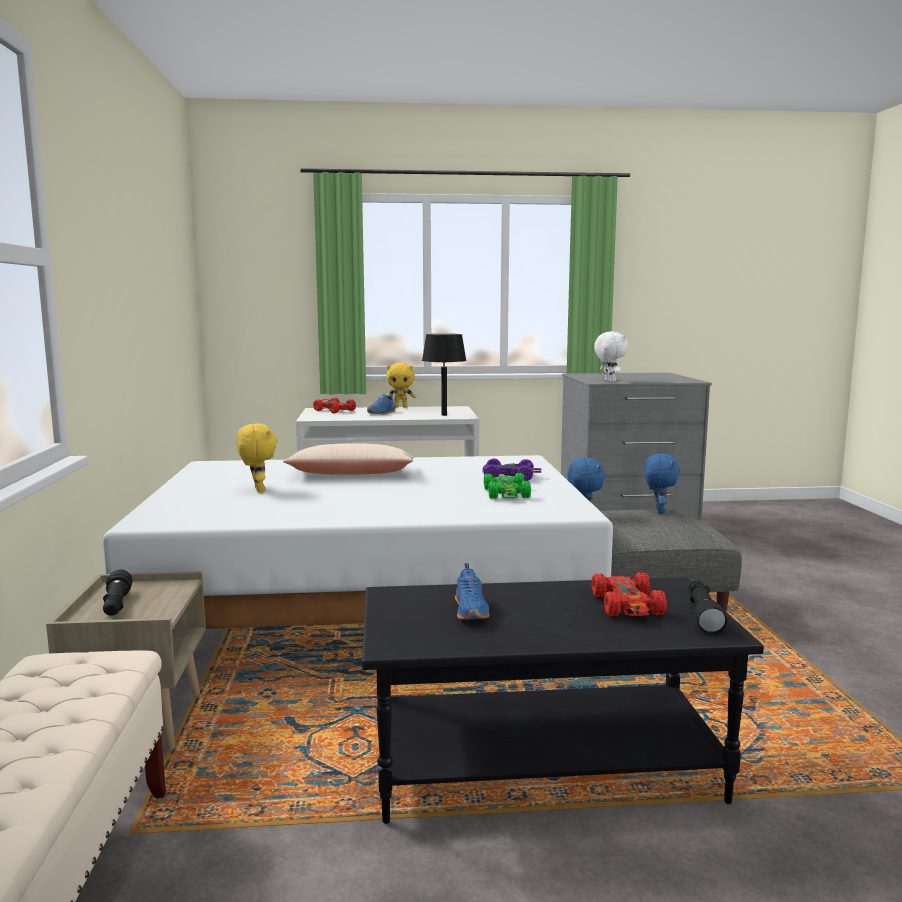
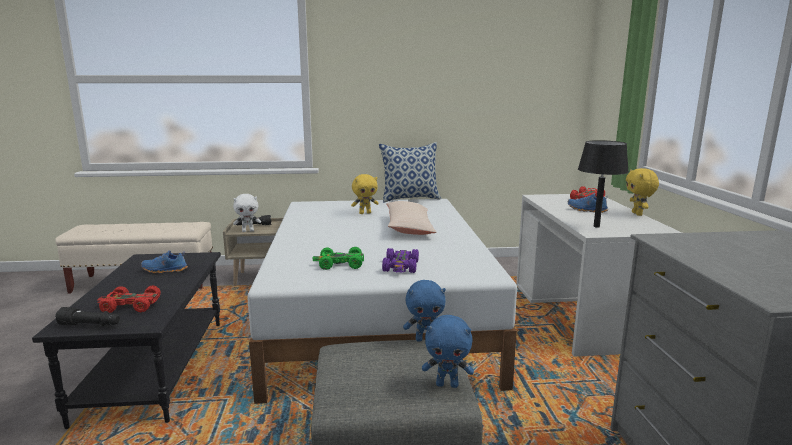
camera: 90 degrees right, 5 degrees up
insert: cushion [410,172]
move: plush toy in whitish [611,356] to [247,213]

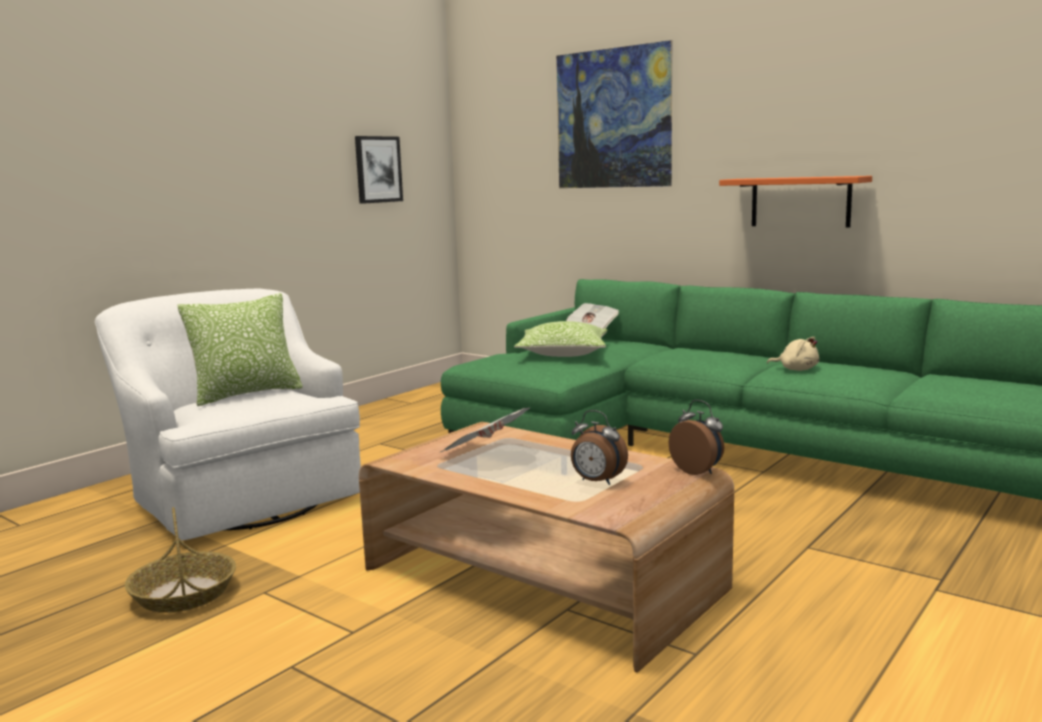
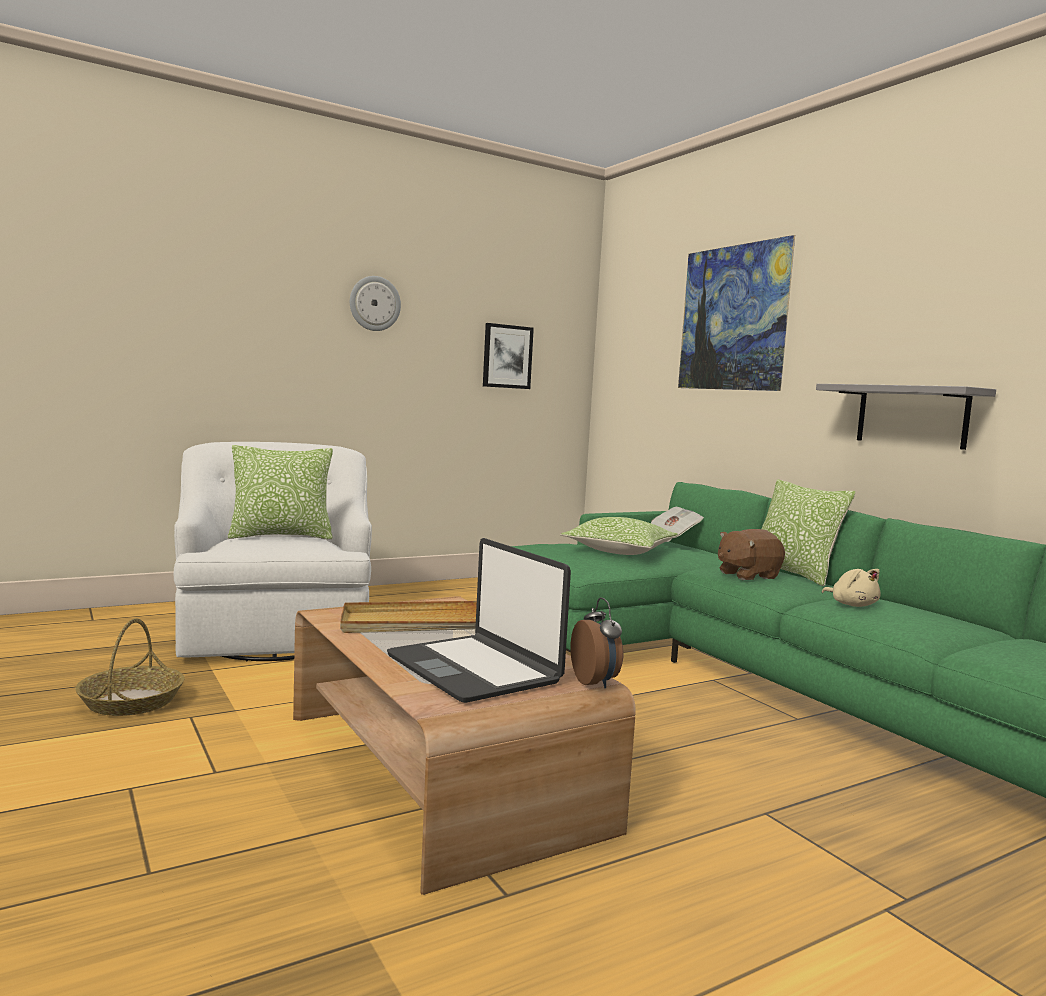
camera: 20 degrees right, 5 degrees down
insert: hanging clock [375,303]; cushion [808,532]; plush toy in brown [751,554]
replace: printed paper [485,430] to carrying tray in beige-coloured [408,617]; table clock [599,447] to portable computer [479,620]
recolor: bracket shelf in orange-coloured [795,202] to bracket shelf in greyish [906,417]

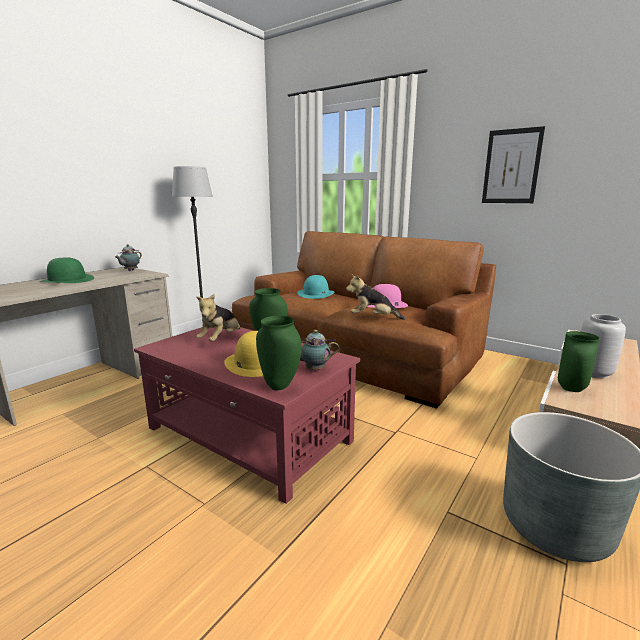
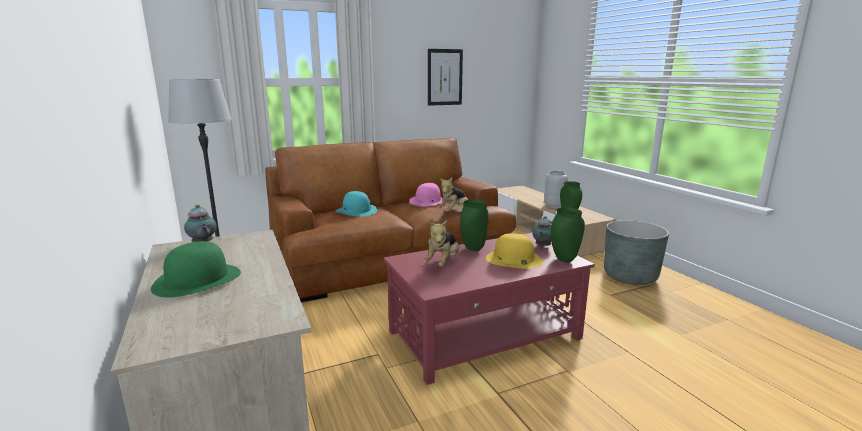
camera: 60 degrees left, 0 degrees up
rotate: plush toy [218,318] = [441,243] 60 degrees clockwise

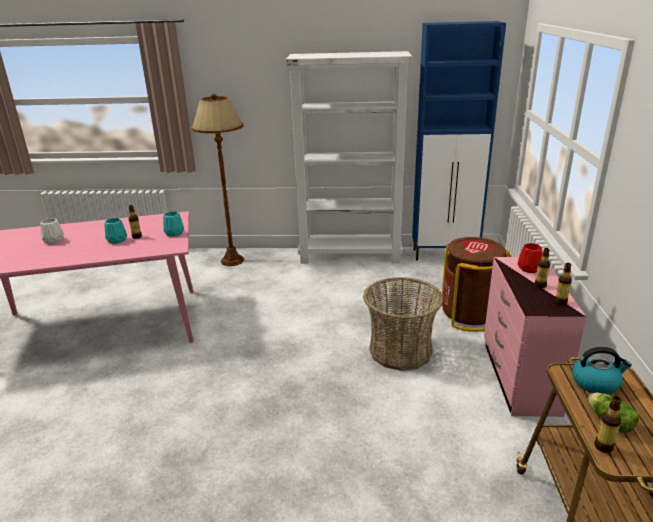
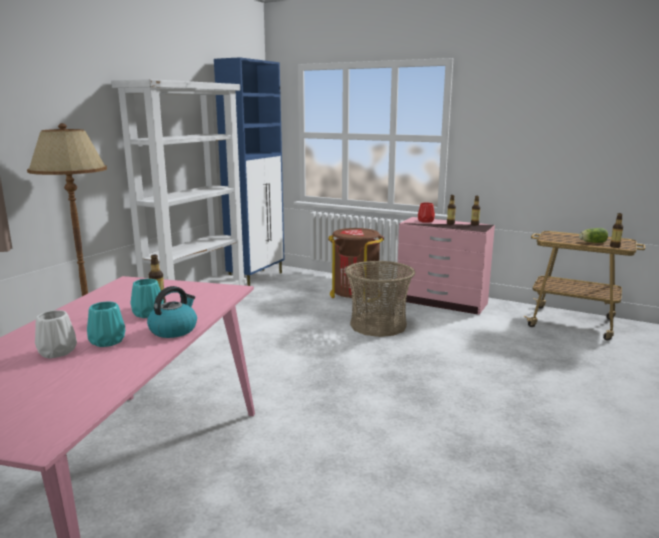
camera: 65 degrees left, 10 degrees down
move: decorative vase in turquoise-coloured [173,224] to [106,324]; tea kettle [602,370] to [172,312]

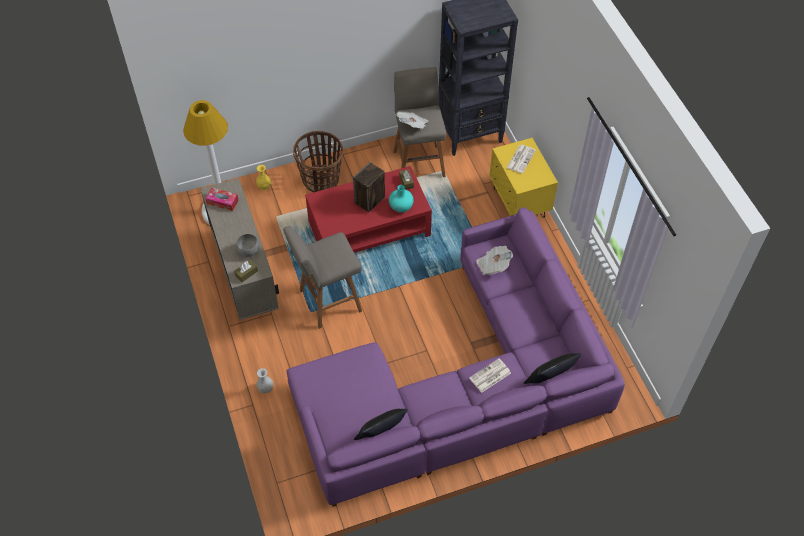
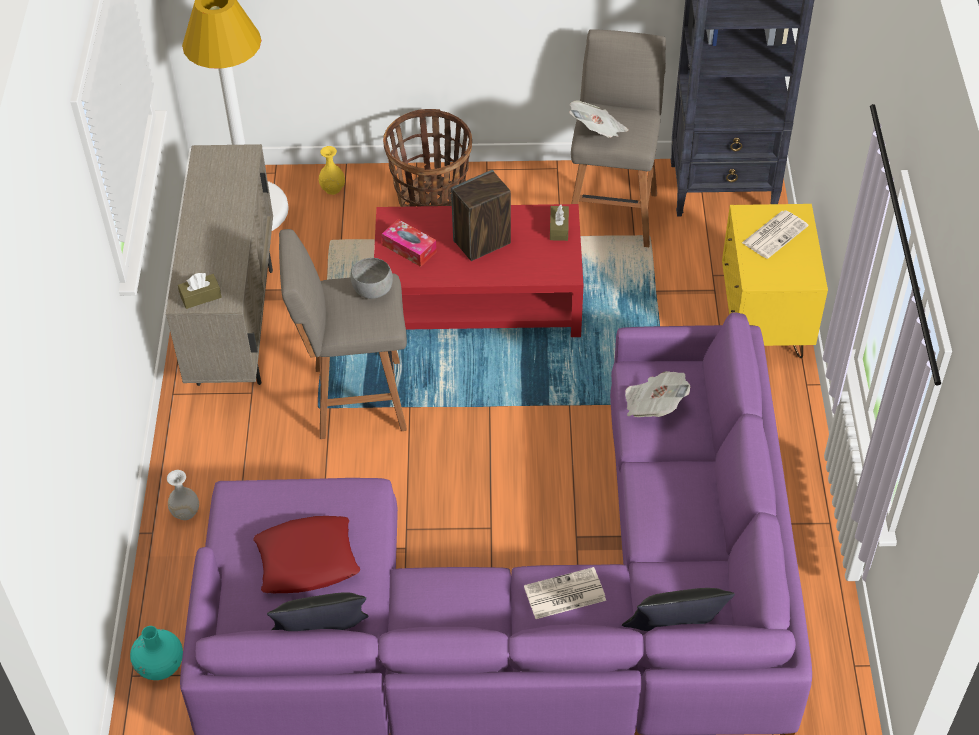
camera: 20 degrees right, 5 degrees down
insert: cushion in red-coloured [306,554]
move: decorative vase in turquoise-coloured [401,199] to [156,653]; tissue holder [221,199] to [409,243]; deep dish in greyish [248,245] to [372,278]

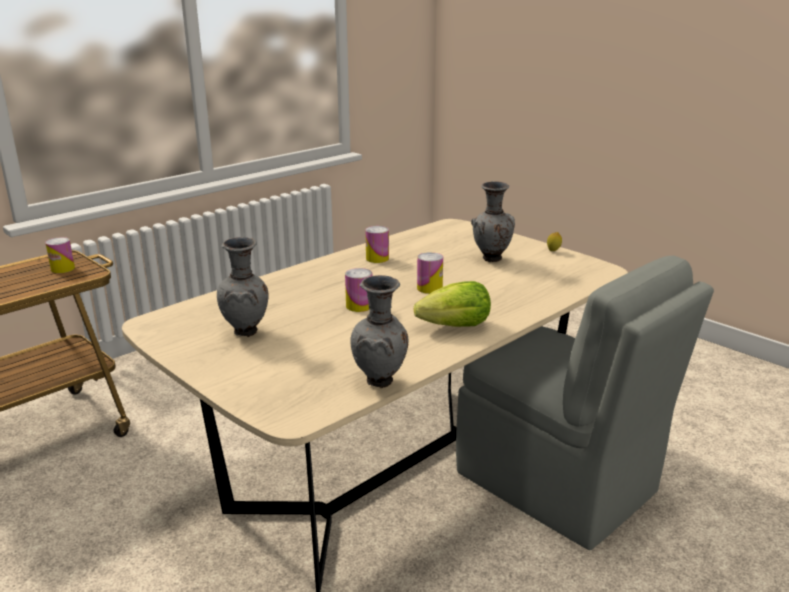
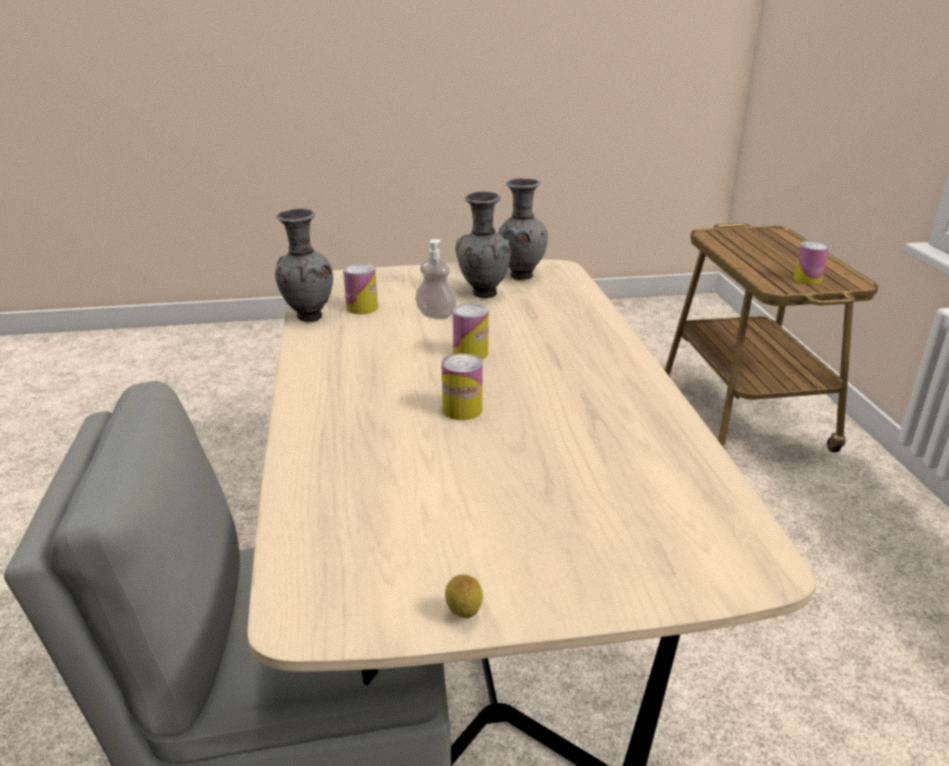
camera: 125 degrees right, 5 degrees up
delete: lettuce head [452,304]
insert: soap bottle [436,279]
move: decorative vase in greyish [493,221] to [523,229]; can [377,244] to [360,288]

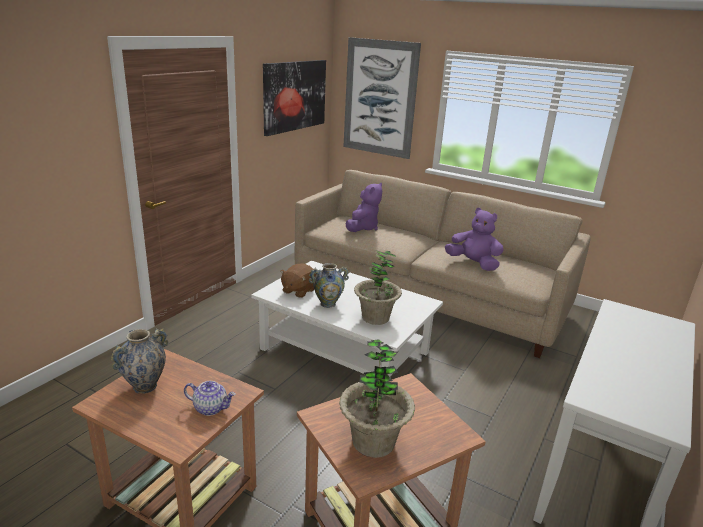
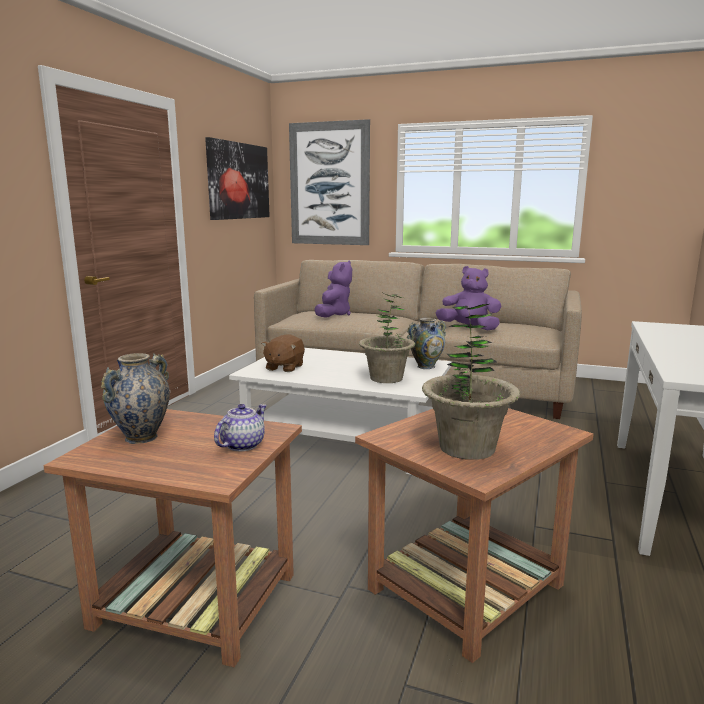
camera: 10 degrees left, 10 degrees down
move: decorative vase [329,285] to [426,343]
rotate: tea pot [209,398] = [240,427] 60 degrees counterclockwise

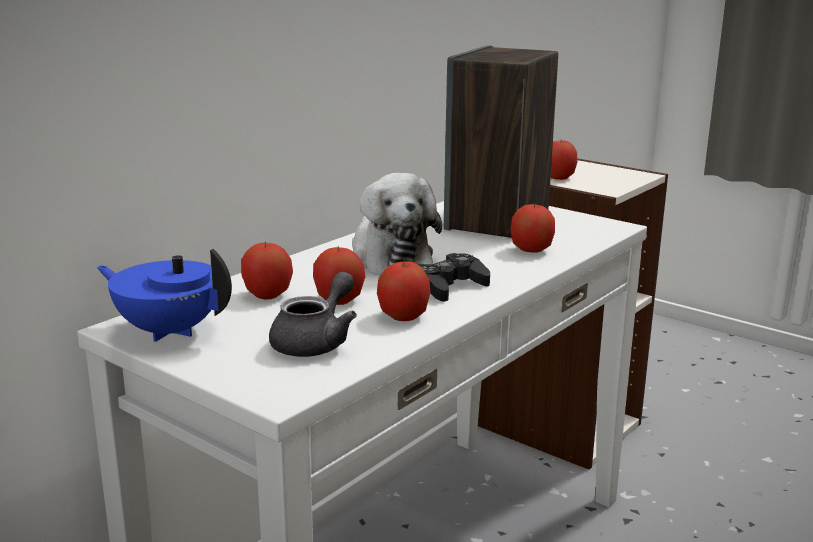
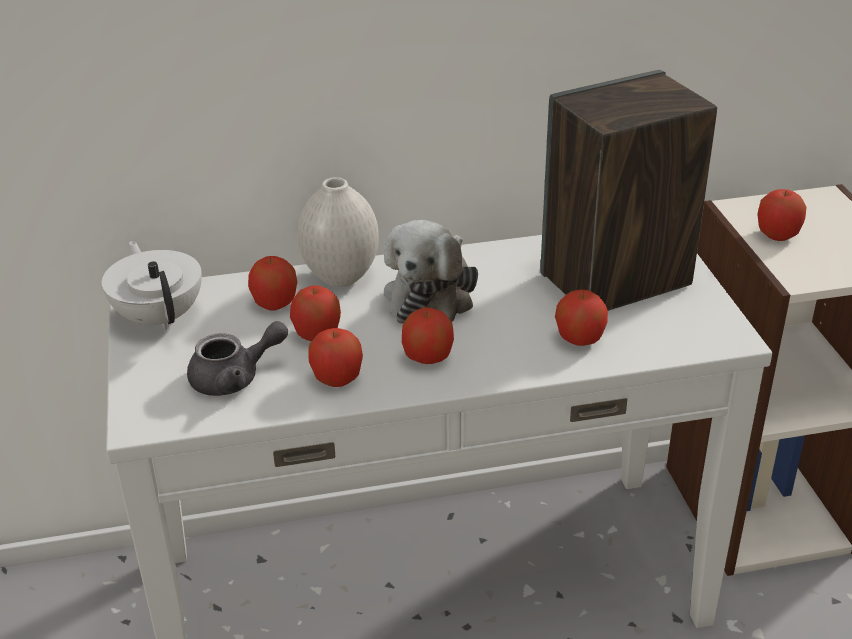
camera: 40 degrees right, 15 degrees up
insert: decorative vase in whitish [338,232]
replace: joypad in blackish [454,277] to whole apple [428,335]
recolor: tea pot in bluish [164,295] to tea pot in whitish [152,285]

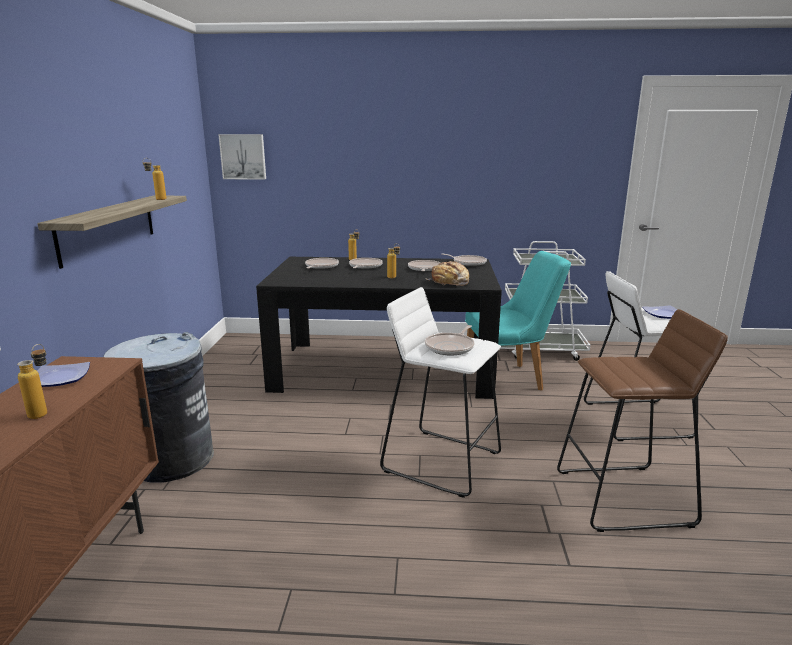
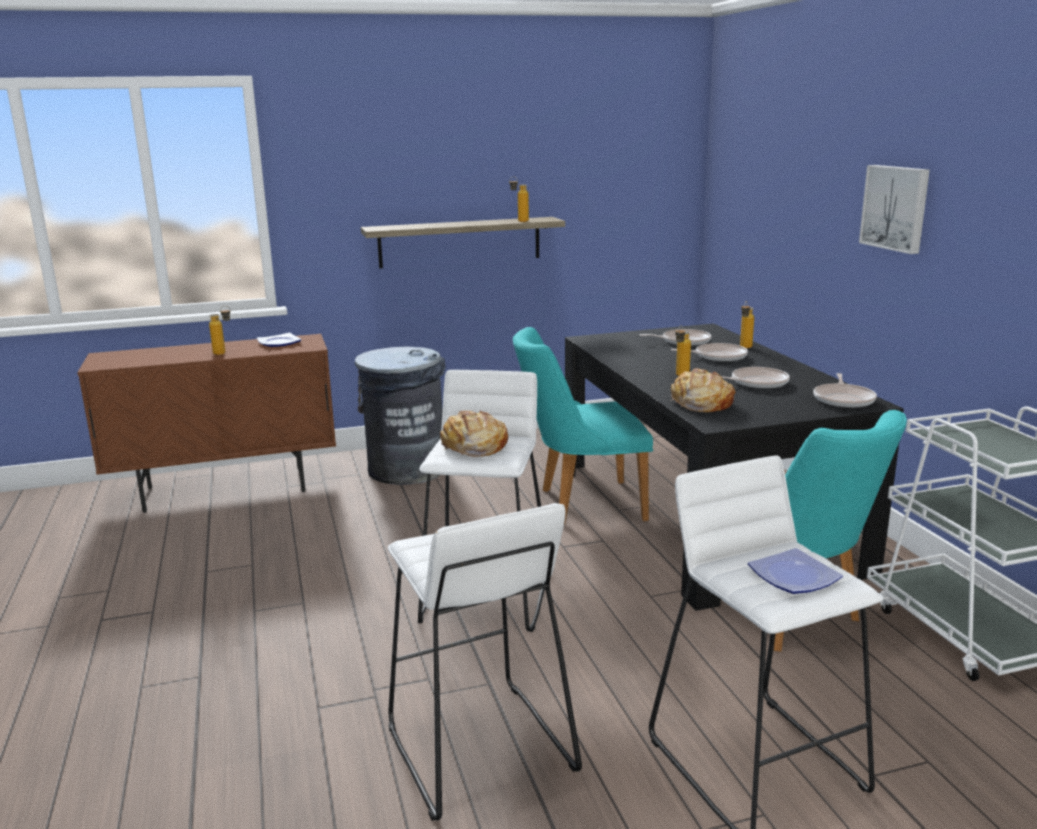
camera: 70 degrees right, 0 degrees up
insert: plain chair in turquoise-coloured [583,425]
move: wall picture [242,157] to [894,209]
replace: pan [450,340] to baked bread [474,434]
recolor: stool seat in brown [642,420] to stool seat in whitish [485,662]

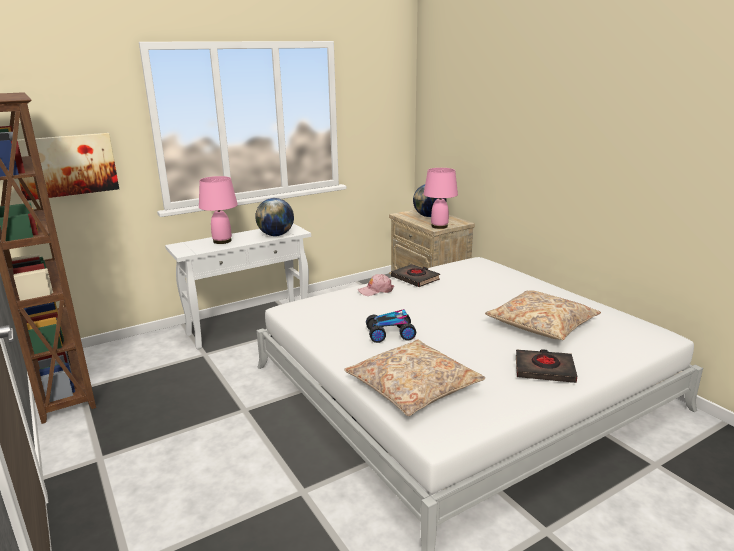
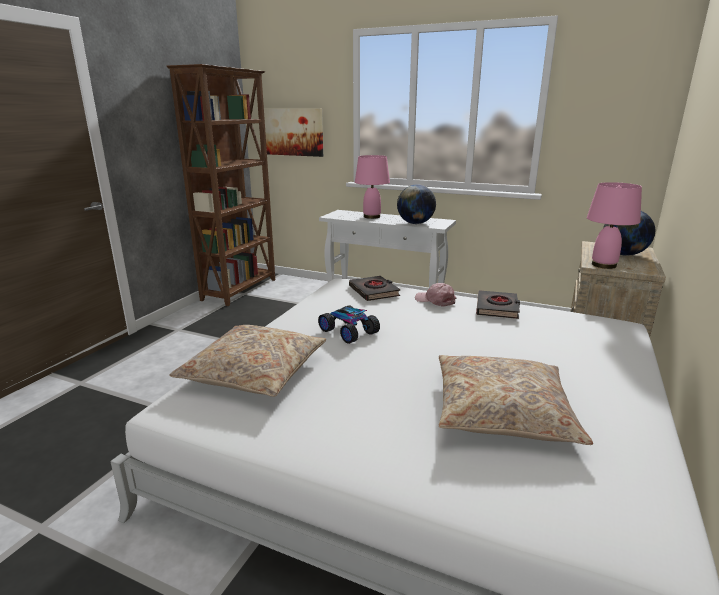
camera: 55 degrees right, 0 degrees up
move: bound book in blackish [546,366] to [374,288]

